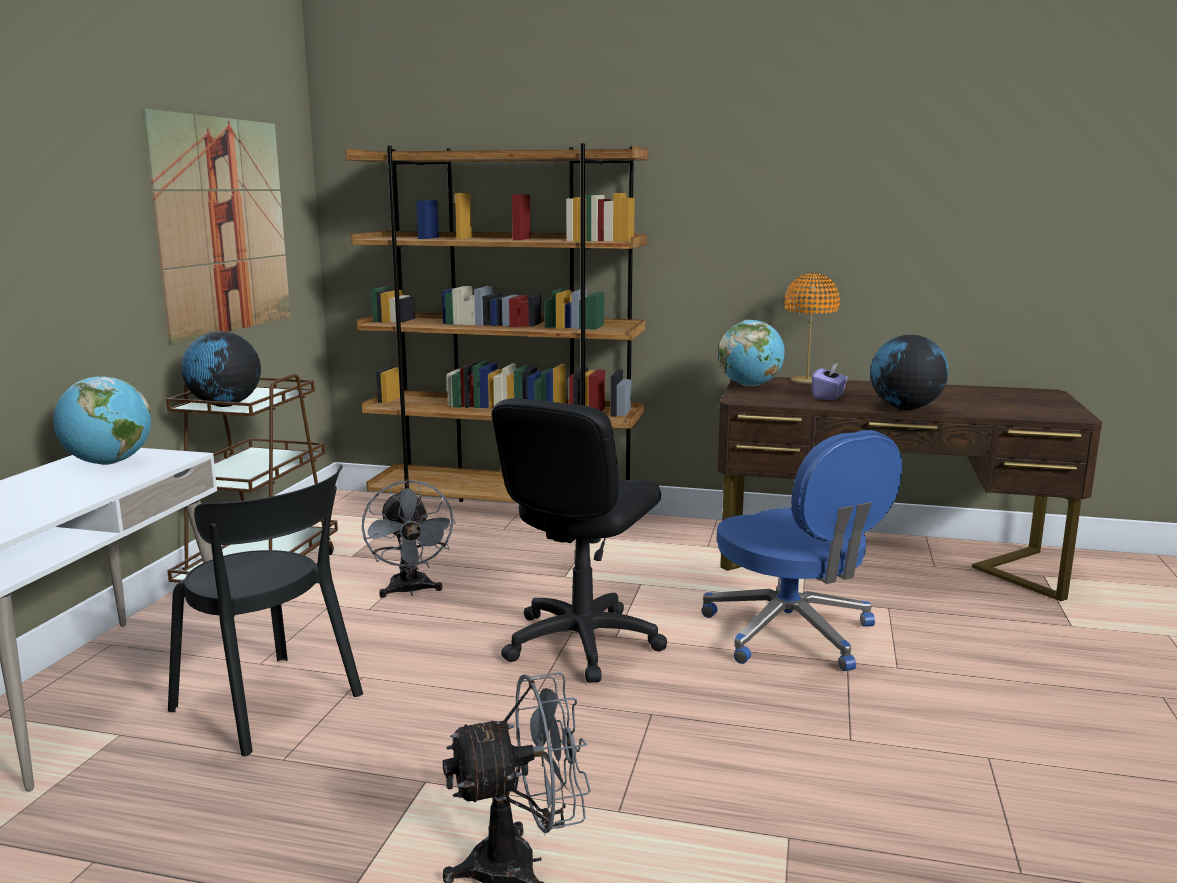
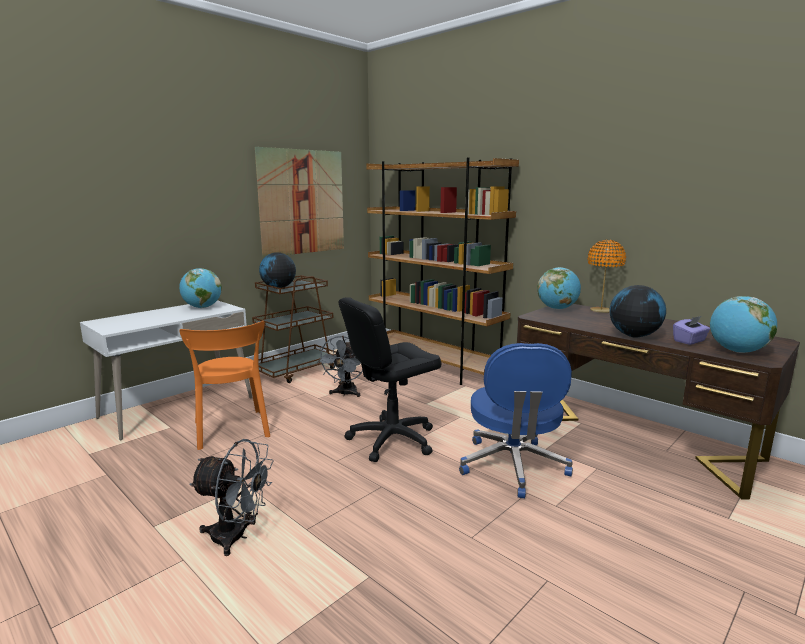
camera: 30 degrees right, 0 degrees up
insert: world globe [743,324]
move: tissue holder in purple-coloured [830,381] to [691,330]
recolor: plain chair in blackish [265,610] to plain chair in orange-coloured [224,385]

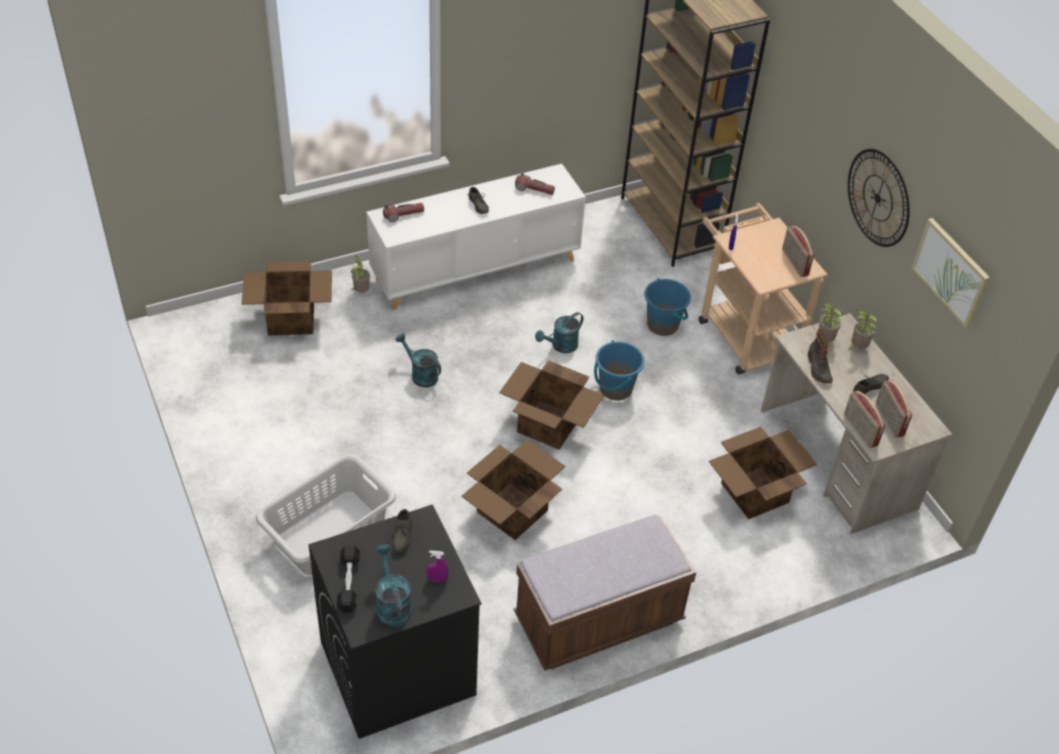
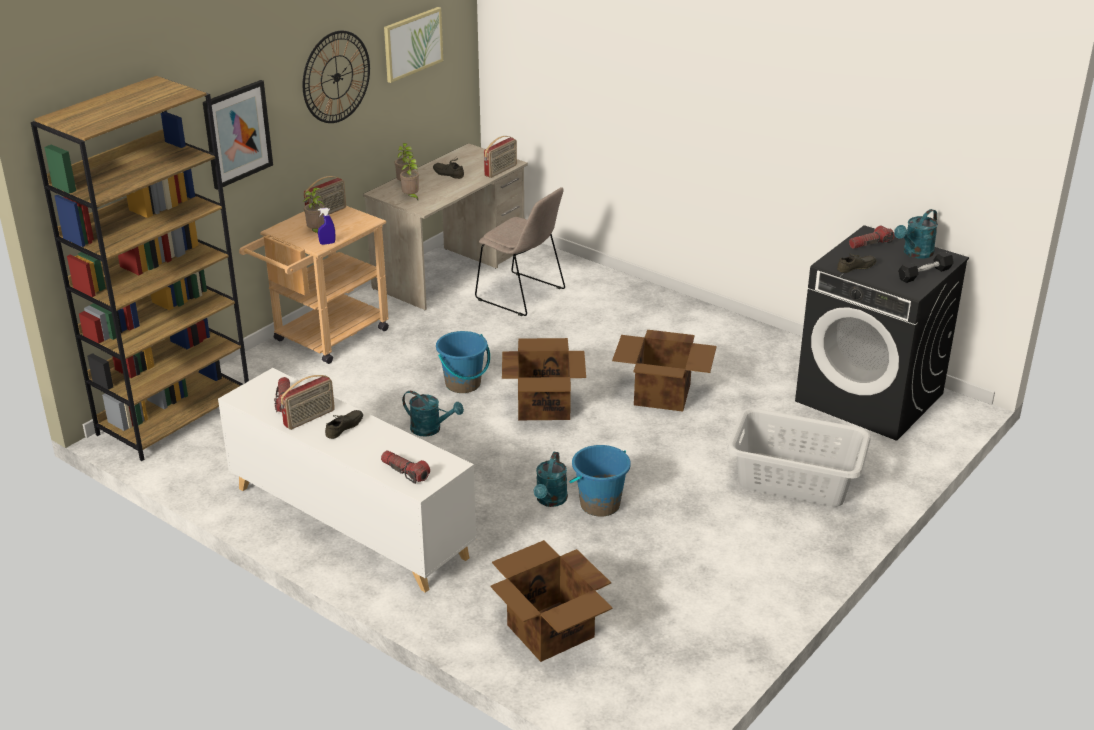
camera: 115 degrees left, 15 degrees down
delete: high-top boot [820,355]; bench in brown [605,593]
insert: wall picture [238,135]
move: houseplant [359,274] to [314,211]; pail in bluish [668,307] to [600,481]; radio [894,408] to [307,402]
replace: carton [763,473] to plain chair in beige-coloured [520,251]; spray bottle in purple-coloured [437,566] to flashlight [871,237]

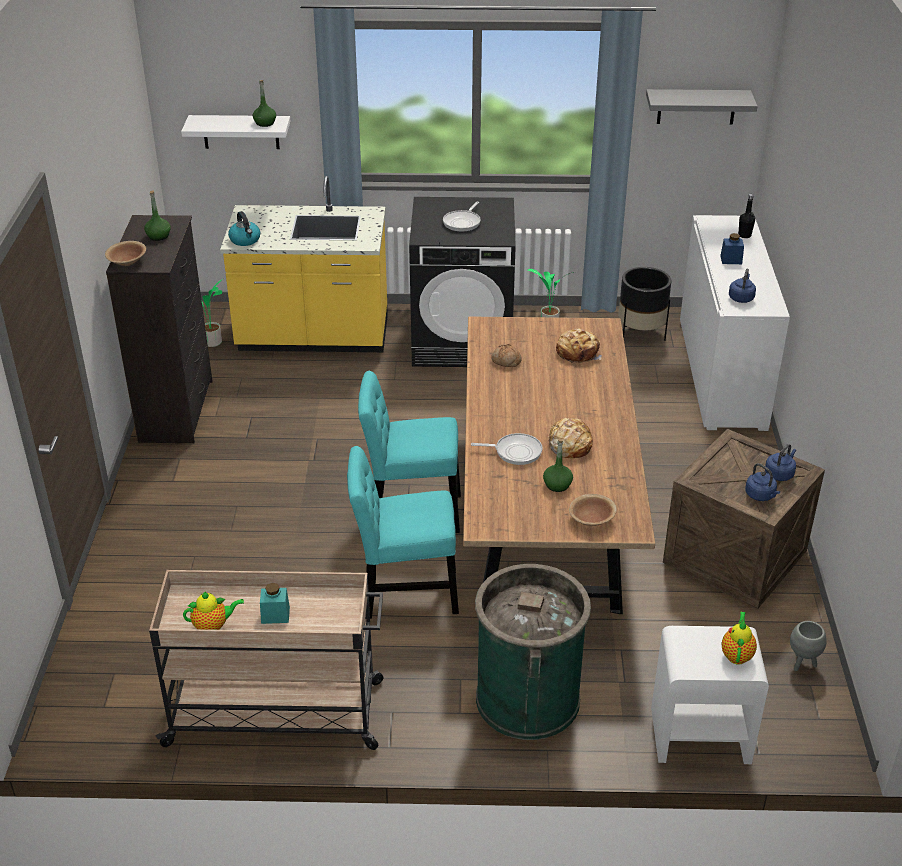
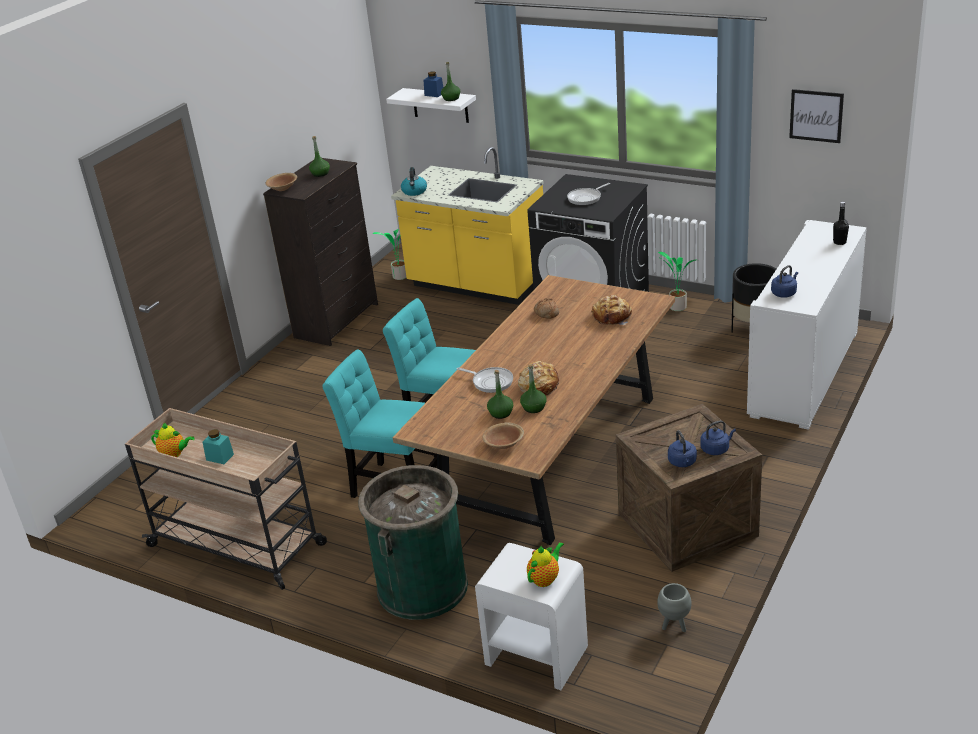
camera: 30 degrees right, 5 degrees down
insert: drink bottle in greenish [533,389]
move: storage jar in bluish [732,248] to [433,84]
replace: bracket shelf in greyish [702,107] to wall picture [816,116]

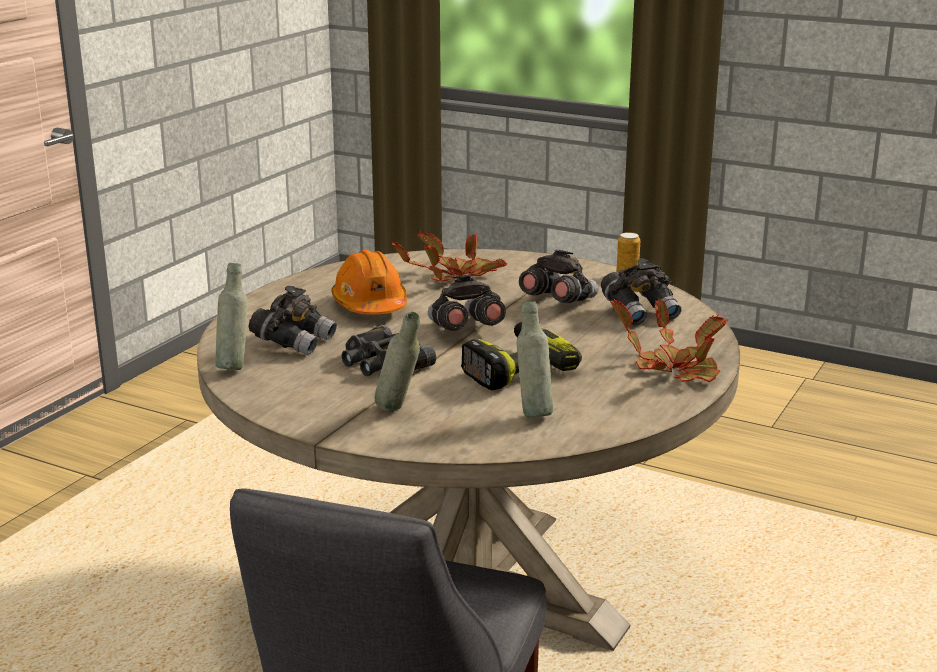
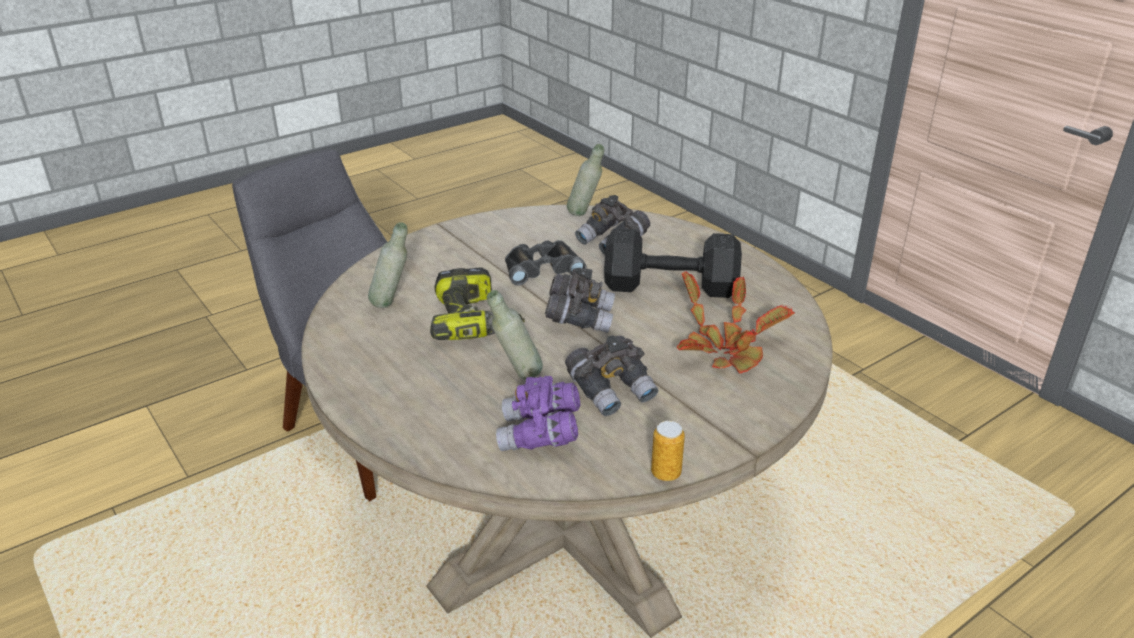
camera: 115 degrees right, 10 degrees up
delete: houseplant [669,340]
move: drink bottle in greyish [397,362] to [515,334]
replace: hard hat in orange-coloured [369,282] to hand weight in blackish [673,263]
recolor: binoculars in greyish [641,292] to binoculars in purple-coloured [538,413]

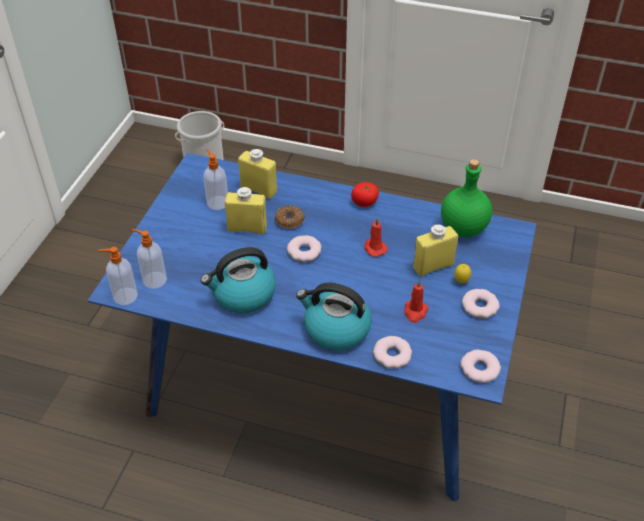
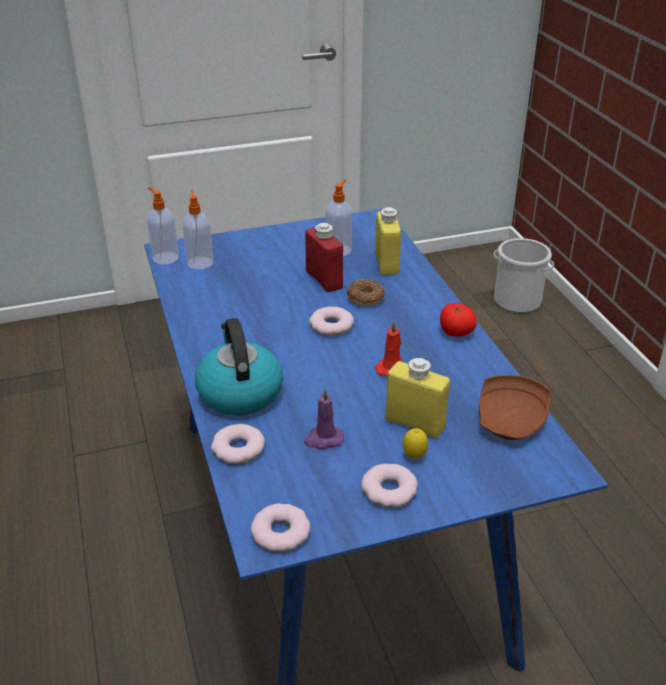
camera: 55 degrees right, 10 degrees down
delete: tea kettle [238,280]
replace: drink bottle in greenish [466,198] to dinner plate in brown [515,407]
recolor: drink bottle in yellowish [246,210] to drink bottle in red-coloured [324,257]; wax candle in red-coloured [416,301] to wax candle in purple-coloured [324,418]

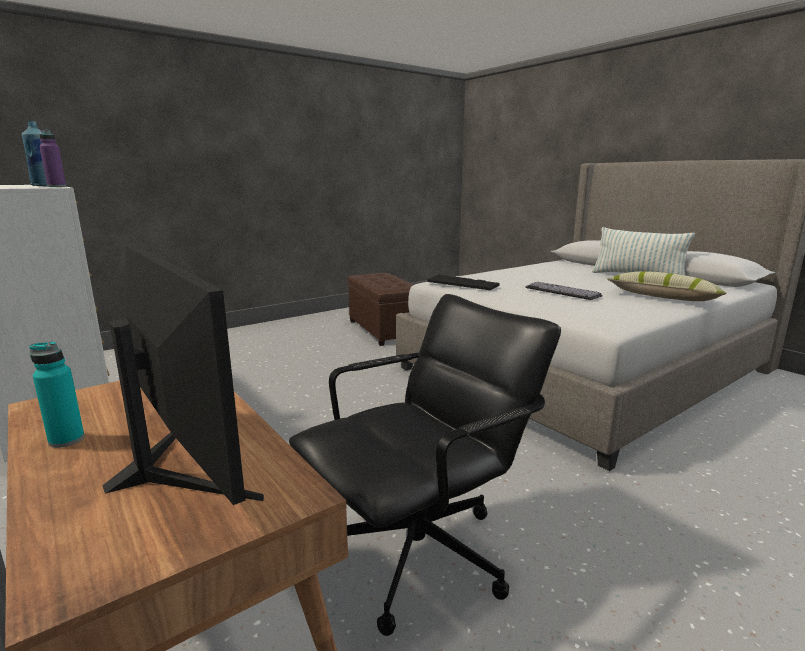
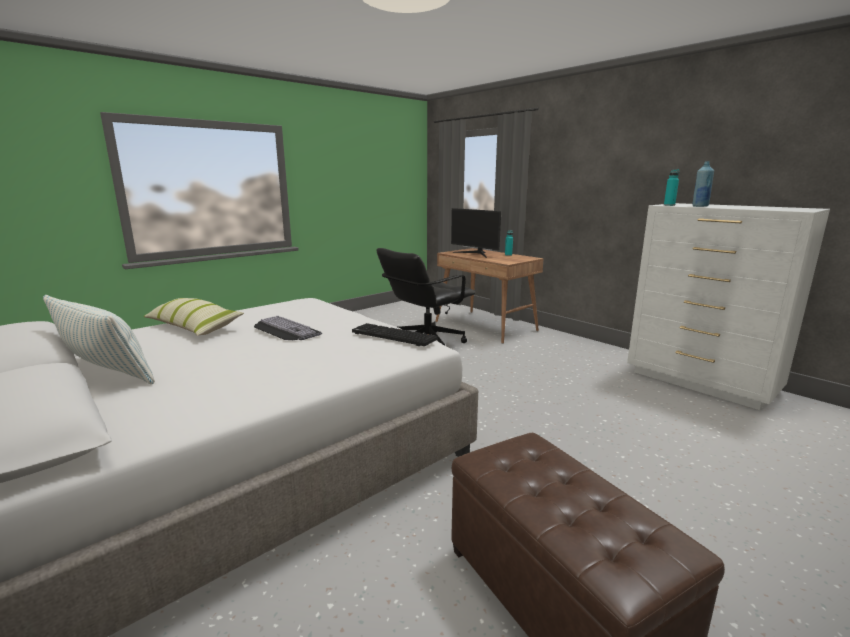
camera: 175 degrees right, 0 degrees up
recolor: drink bottle in purple-coloured [52,158] to drink bottle in turquoise-coloured [672,187]

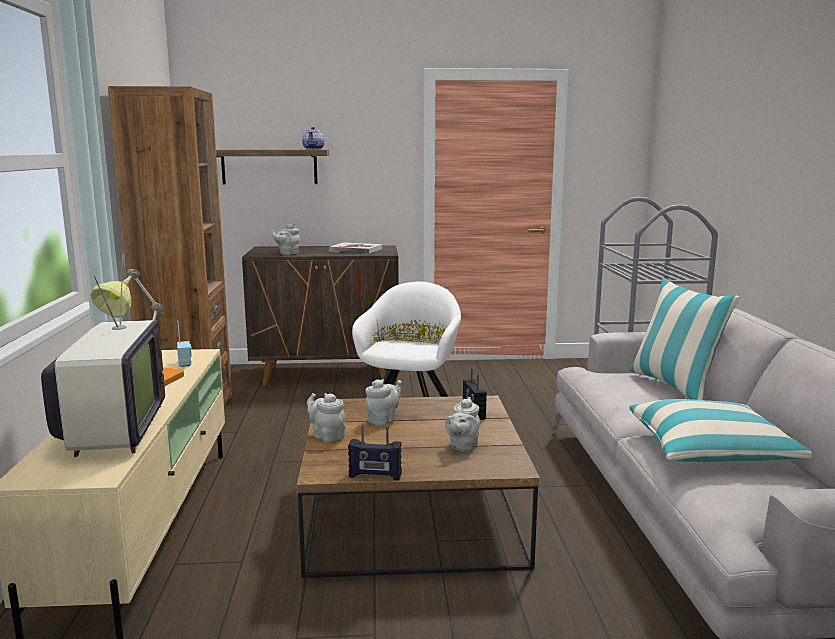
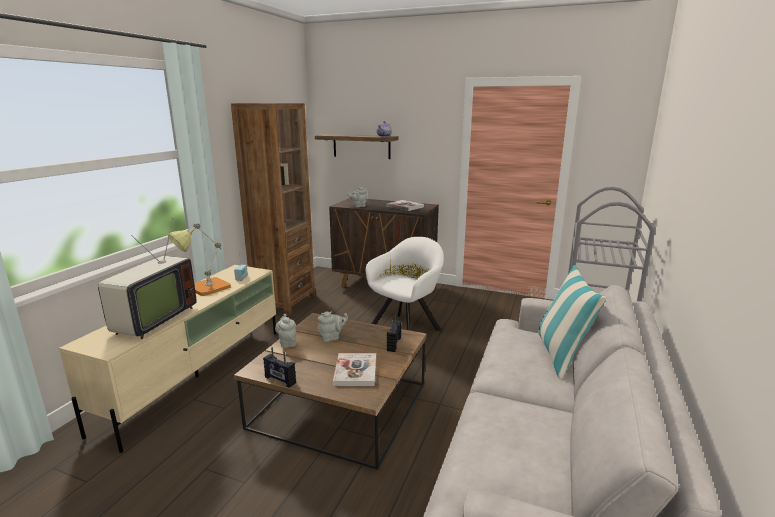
camera: 25 degrees right, 5 degrees up
delete: cushion [720,430]
replace: tea pot in greyish [462,424] to bound book [354,369]

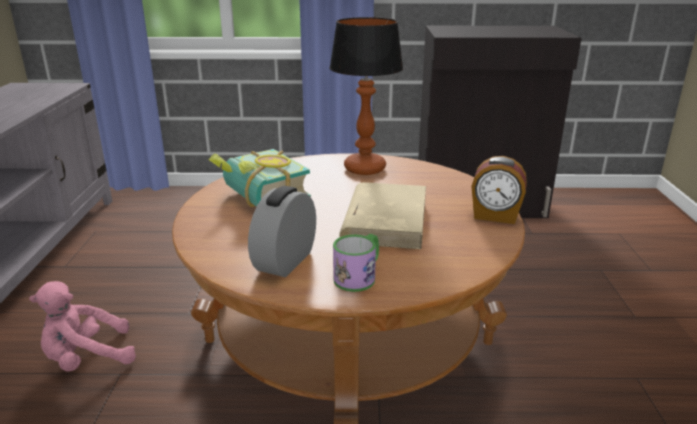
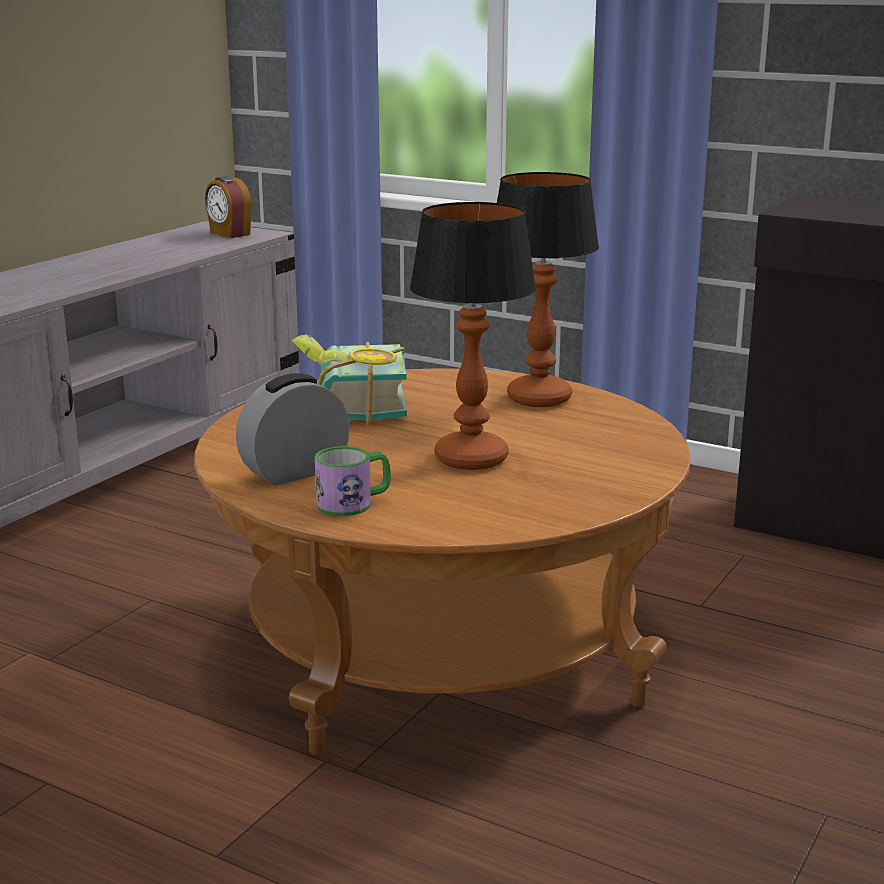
camera: 30 degrees right, 5 degrees down
delete: plush toy in pinkish [82,326]
move: table clock [499,190] to [228,207]
replace: bound book in beige-coloured [382,215] to tabletop lamp [473,336]

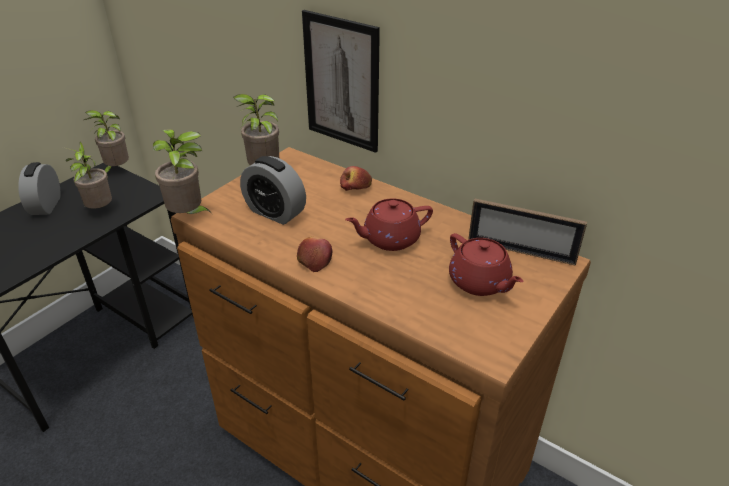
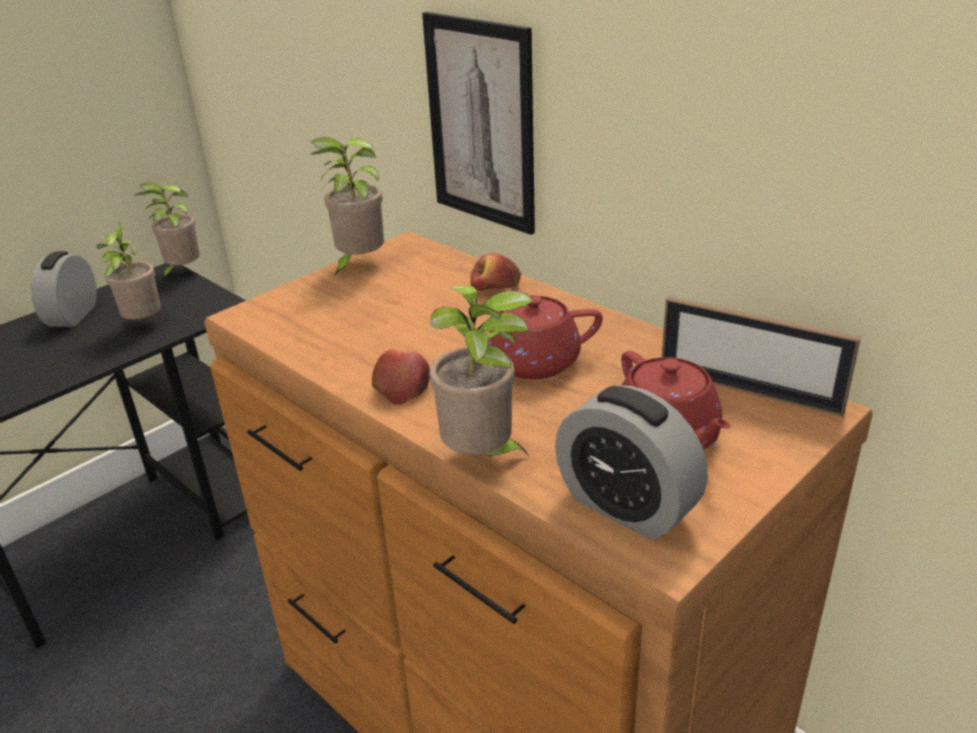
camera: 10 degrees right, 5 degrees down
move: houseplant [182,172] to [481,371]; table clock [273,190] to [631,462]

